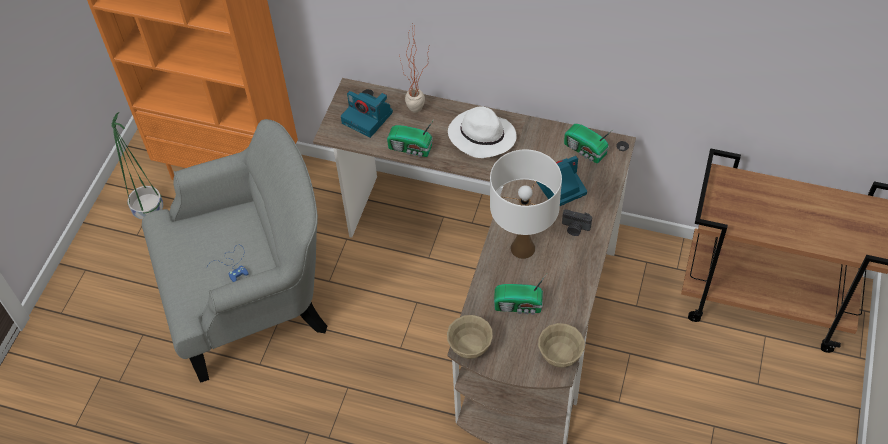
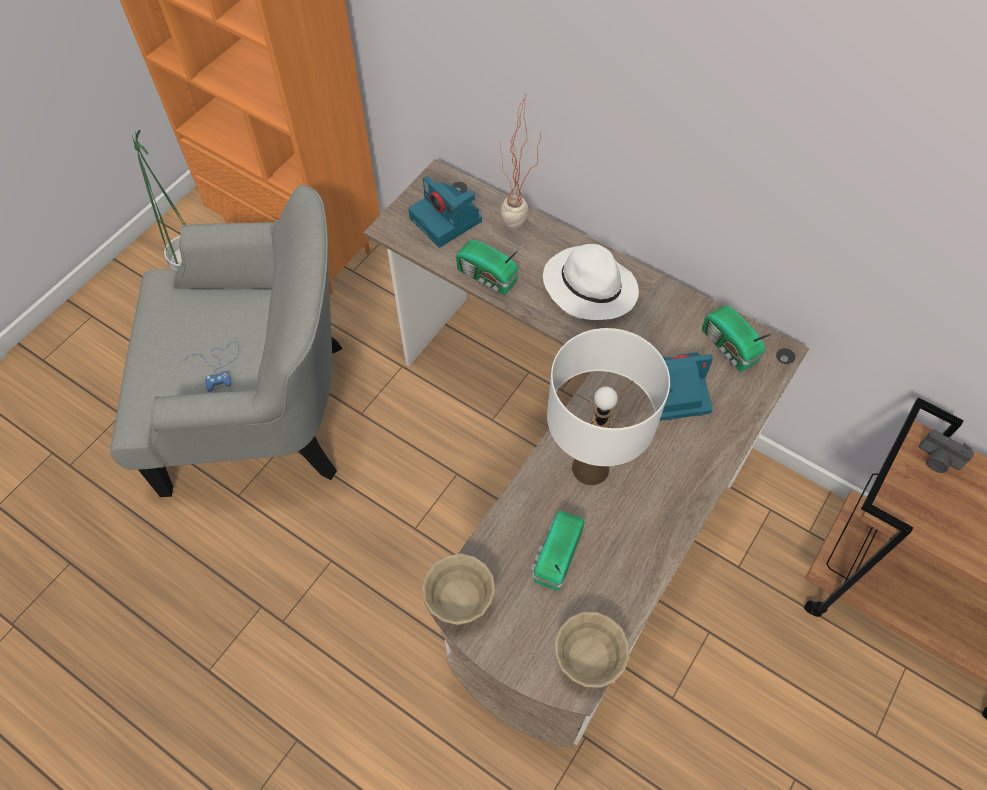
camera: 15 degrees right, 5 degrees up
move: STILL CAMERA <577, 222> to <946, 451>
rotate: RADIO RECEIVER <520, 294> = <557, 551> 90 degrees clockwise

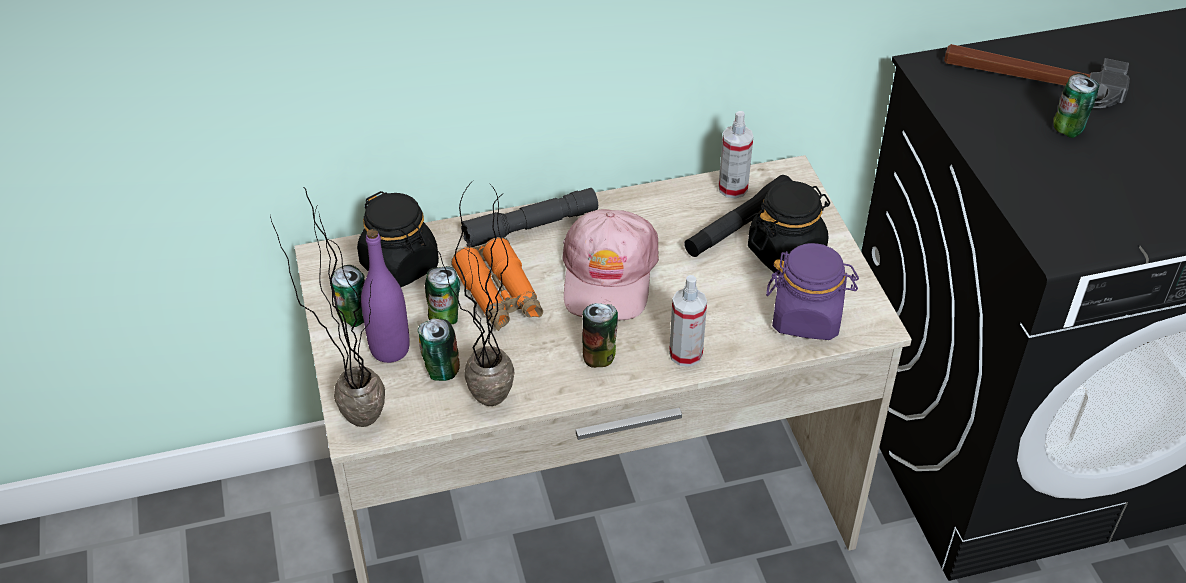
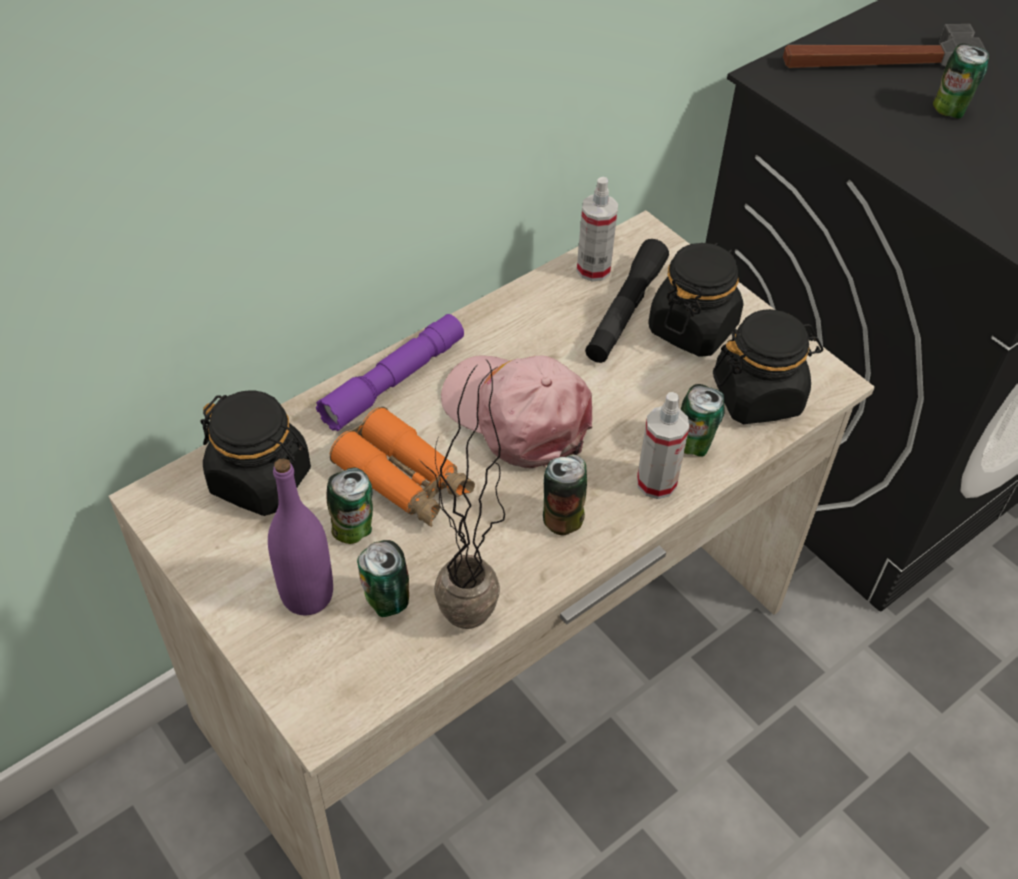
camera: 25 degrees left, 5 degrees up
delete: PLANT IN A POT <327, 307>
move: CAN <347, 296> to <703, 420>
recolor: GREY TORCH <529, 217> to PURPLE TORCH <390, 372>; PURPLE STORAGE JAR <812, 291> to BLACKISH STORAGE JAR <768, 366>
rotate: PINKISH PEAKED CAP <610, 264> = <516, 411> 150 degrees clockwise

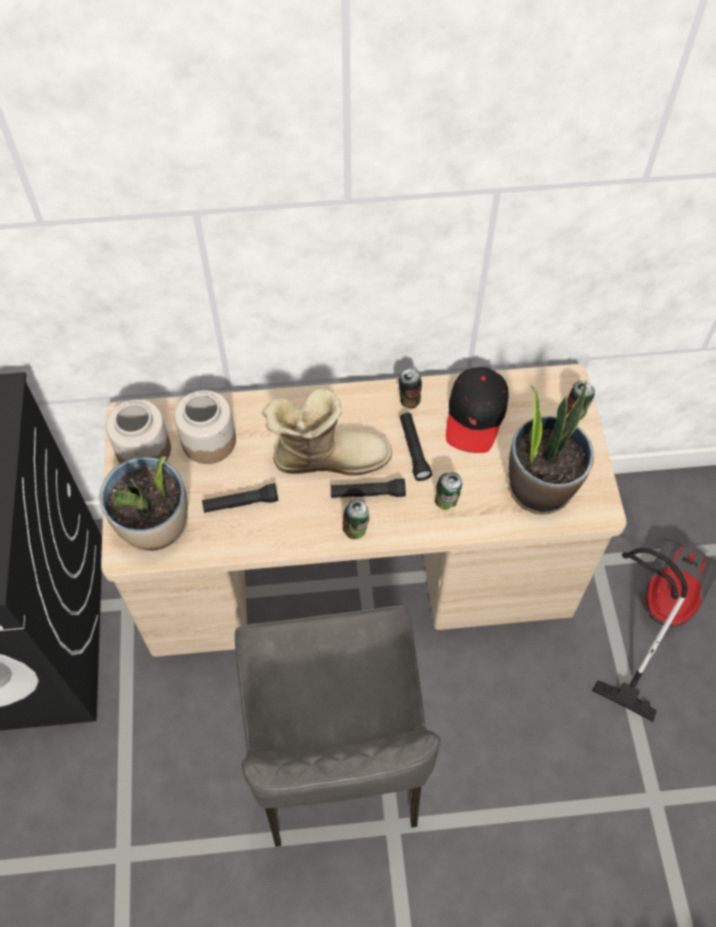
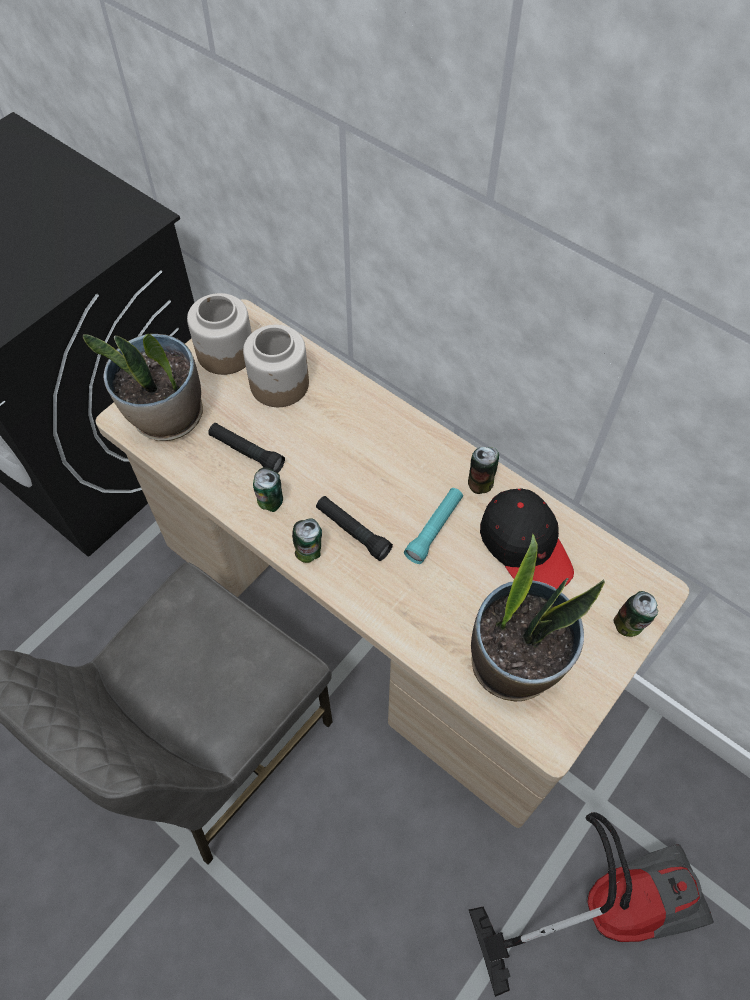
camera: 45 degrees right, 0 degrees up
delete: HIGH-TOP BOOT <327, 432>
move: CAN <448, 491> to <268, 489>
recolor: BLACKISH TORCH <416, 447> to BLUE-GREEN TORCH <433, 526>
rotate: BLACKISH PEAKED CAP <477, 410> = <527, 539> 90 degrees counterclockwise

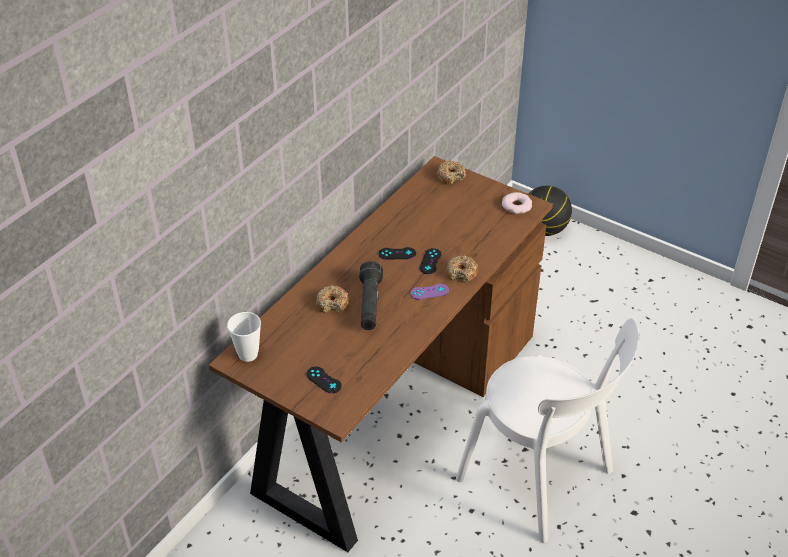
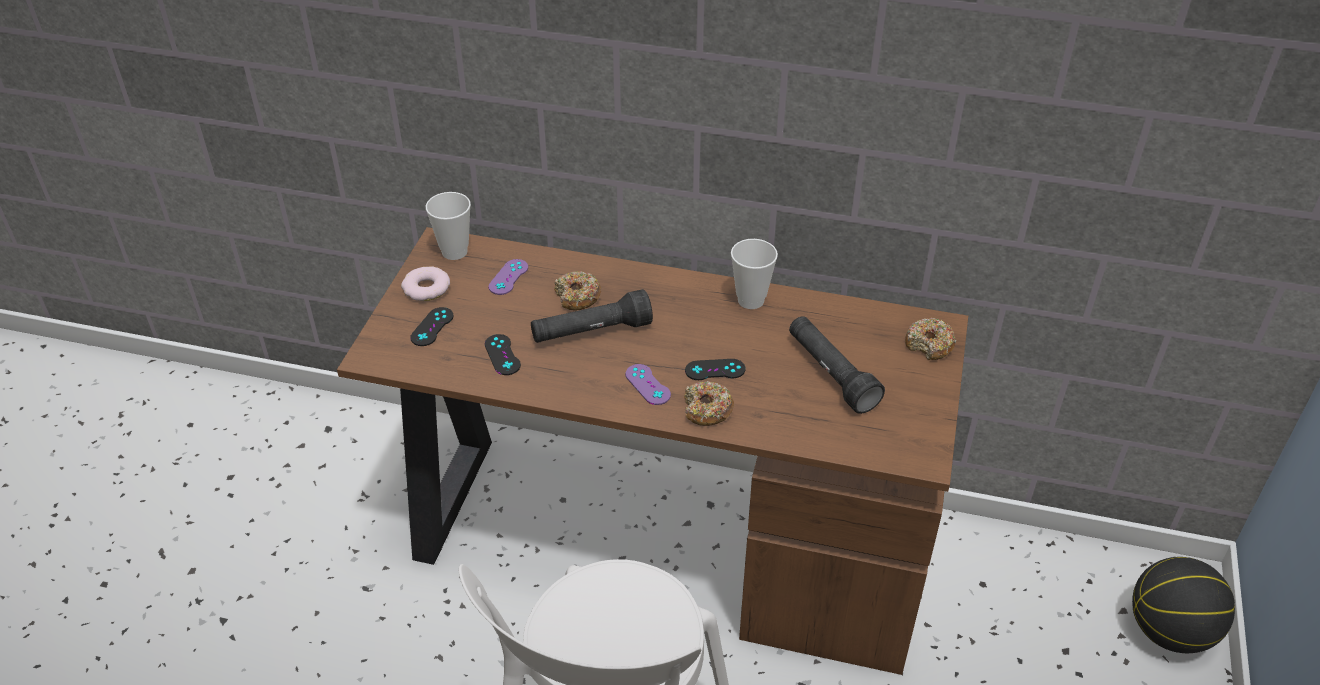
camera: 70 degrees right, 0 degrees up
insert: CUP <754, 274>; PURPLE GAME CONTROLLER <508, 277>; BLACKISH TORCH <837, 365>
move: DONUT <517, 203> to <425, 283>; BLACKISH GAME CONTROLLER <397, 253> to <503, 354>

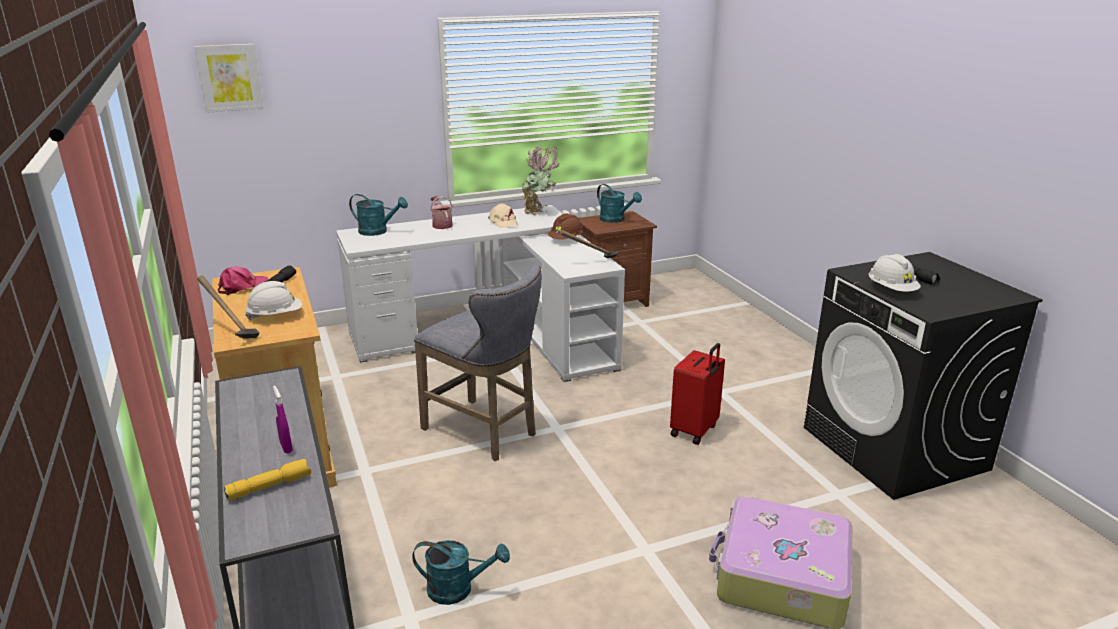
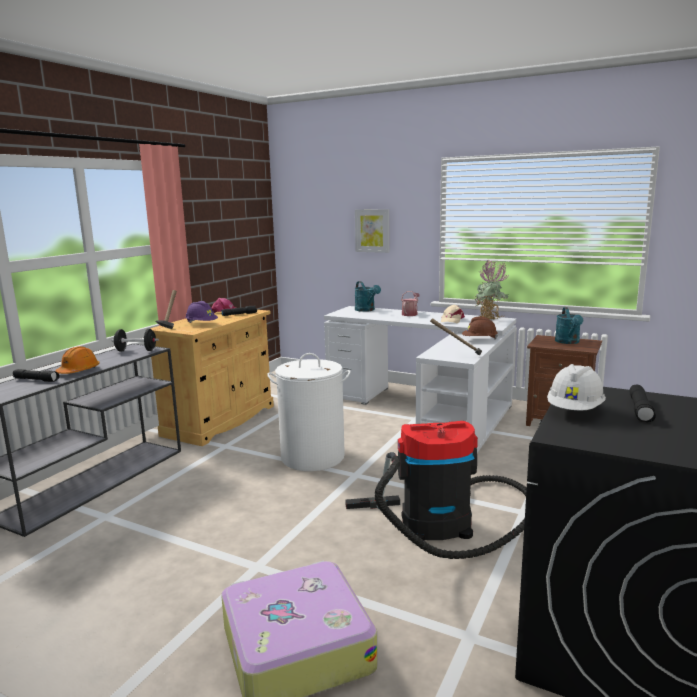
camera: 50 degrees right, 10 degrees down
delete: BLUE-GREEN SPRINKLING CAN <461, 572>
insert: BLACKISH HAND WEIGHT <135, 340>
move: WALL PICTURE <229, 78> to <372, 231>
replace: GREY SITTING STOOL <478, 363> to WHITE-COLOURED LAUNDRY BASKET <308, 412>; REDDISH SUITCASE <697, 394> to HOOVER <436, 490>; PURPLE SPRAY BOTTLE <283, 419> to ORANGE HARD HAT <77, 360>
recolor: WHITE-COLOURED HARD HAT <273, 300> to PURPLE HARD HAT <201, 312>; YELLOWISH TORCH <267, 480> to BLACKISH TORCH <36, 375>

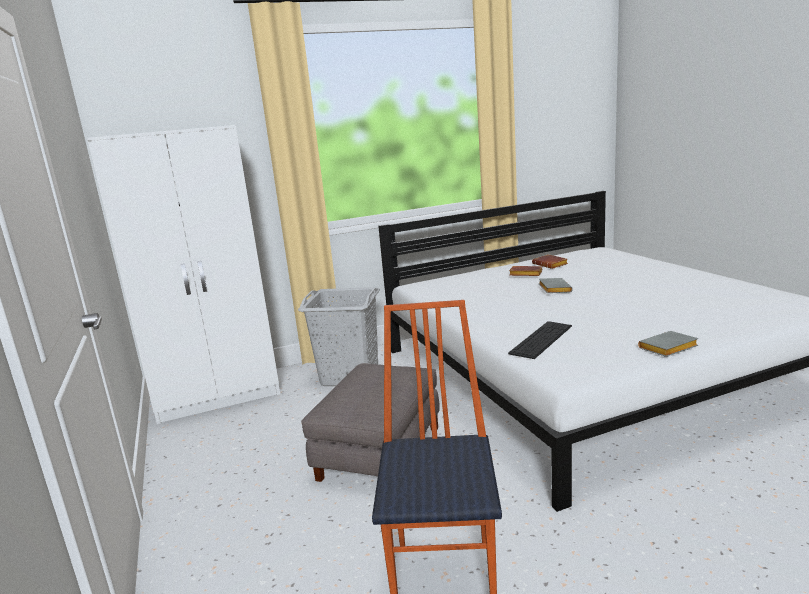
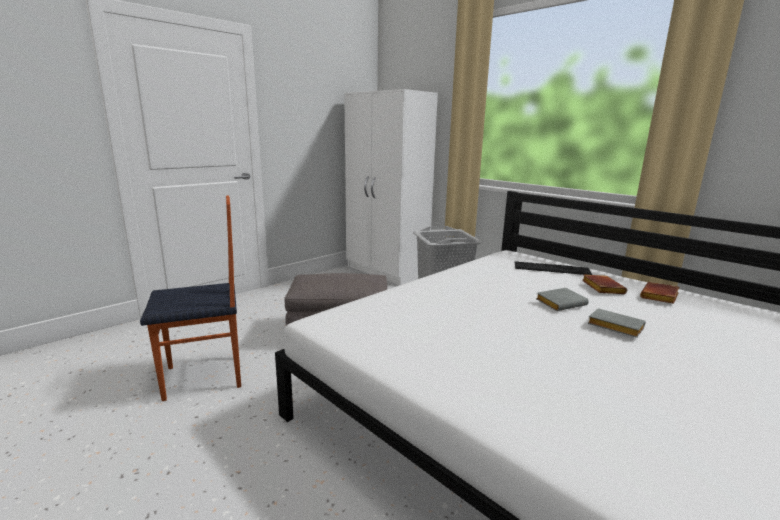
camera: 65 degrees right, 0 degrees up
move: KEYBOARD <540, 340> to <554, 268>; GREY VOLUME <668, 344> to <617, 323>

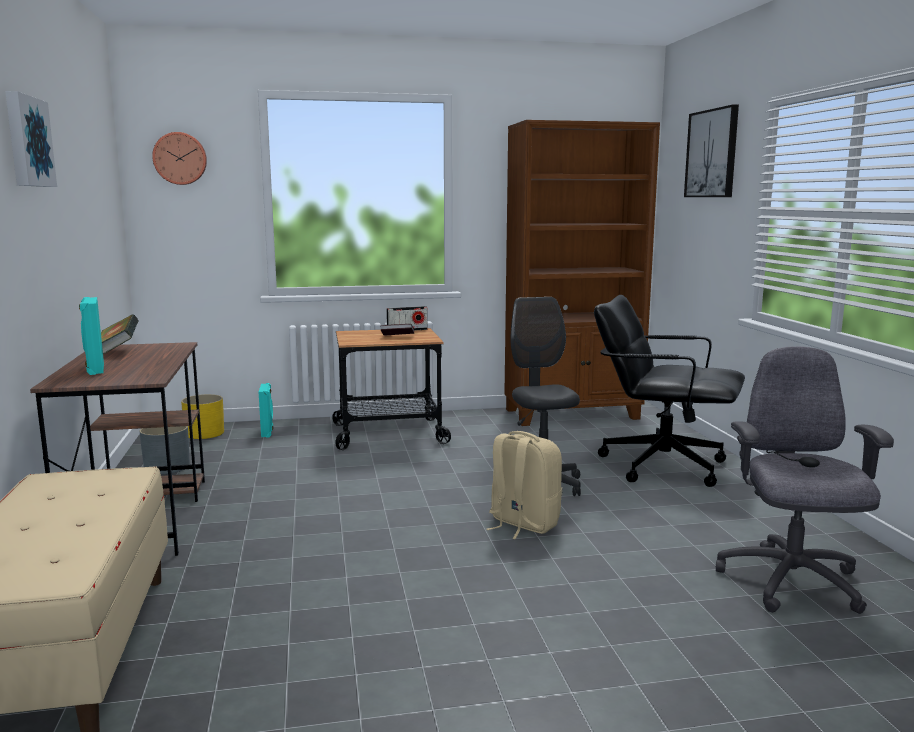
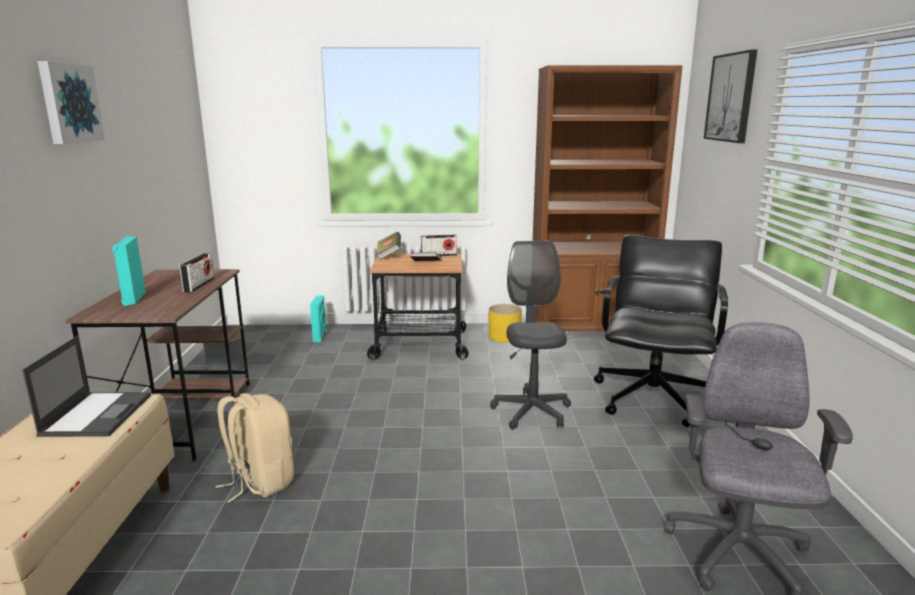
camera: 10 degrees right, 5 degrees up
delete: CLOCK ON THE WALL <179, 158>
insert: RADIO RECEIVER <196, 273>; PORTABLE COMPUTER <86, 386>
move: VOLUME <120, 334> to <388, 246>; YELLOWISH PLANTER <202, 416> to <505, 323>; SAND-COLOURED RUCKSACK <524, 485> to <255, 448>
rotate: BLACKISH OFFICE CHAIR <669, 391> = <661, 331> 75 degrees clockwise

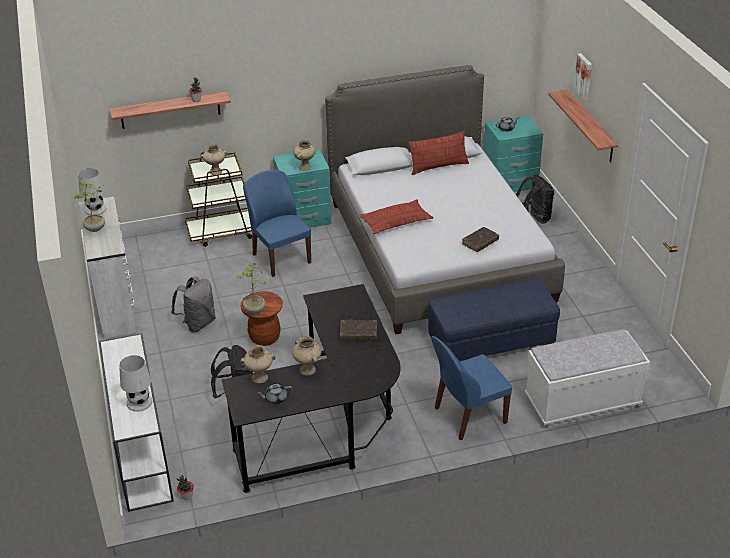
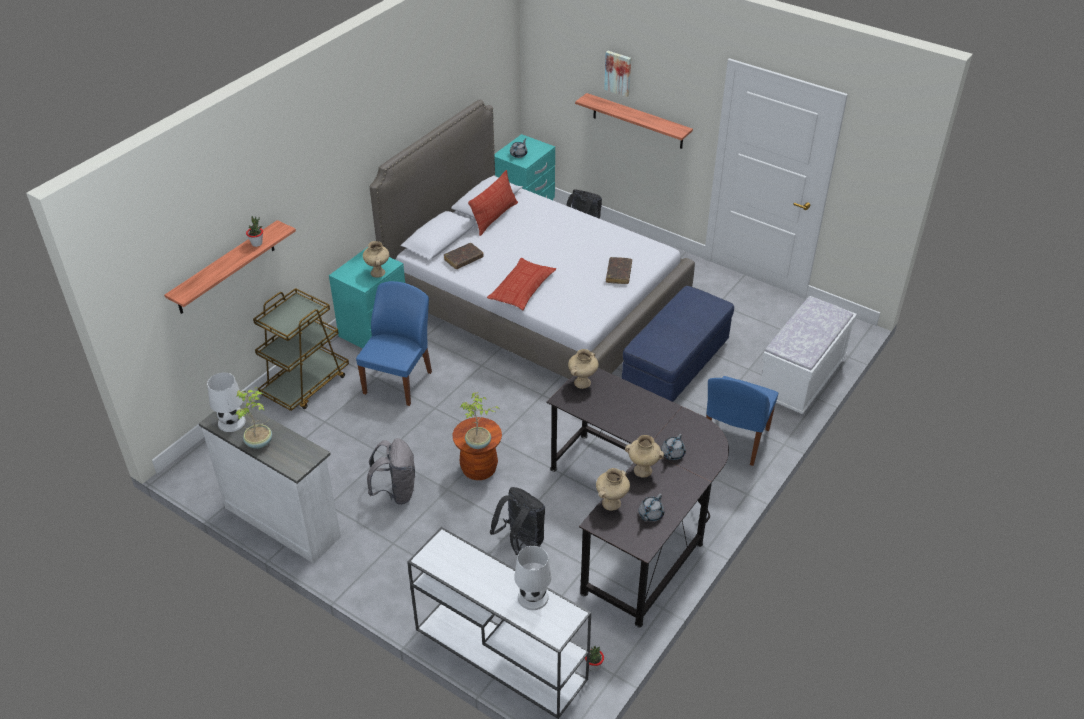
camera: 40 degrees left, 5 degrees up
insert: GREY TEAPOT <673, 447>
move: SAND-COLOURED FLOWER VASE <214, 159> to <583, 369>; BROWNISH VOLUME <358, 330> to <464, 256>
rotate: BLUE PLAIN CHAIR <277, 223> = <394, 343> 90 degrees clockwise

